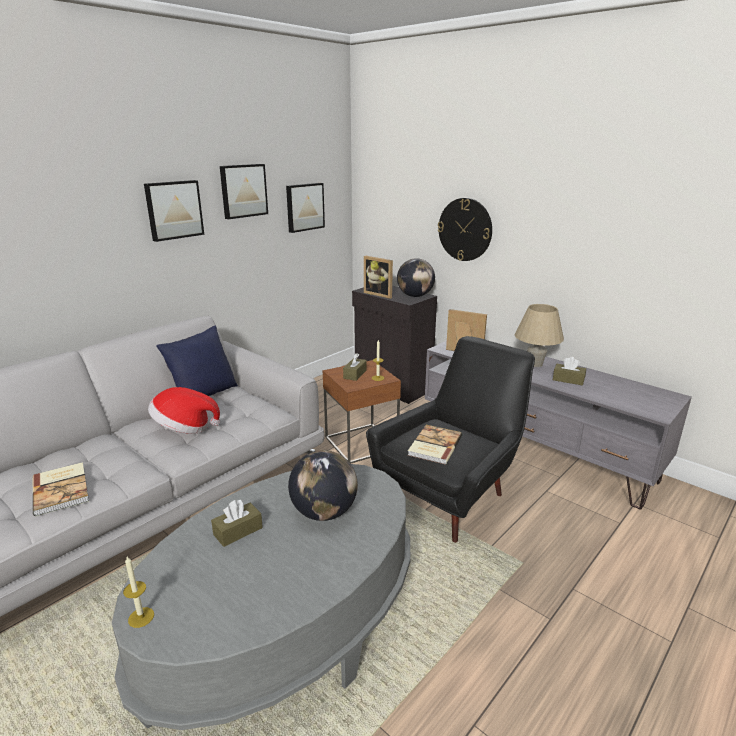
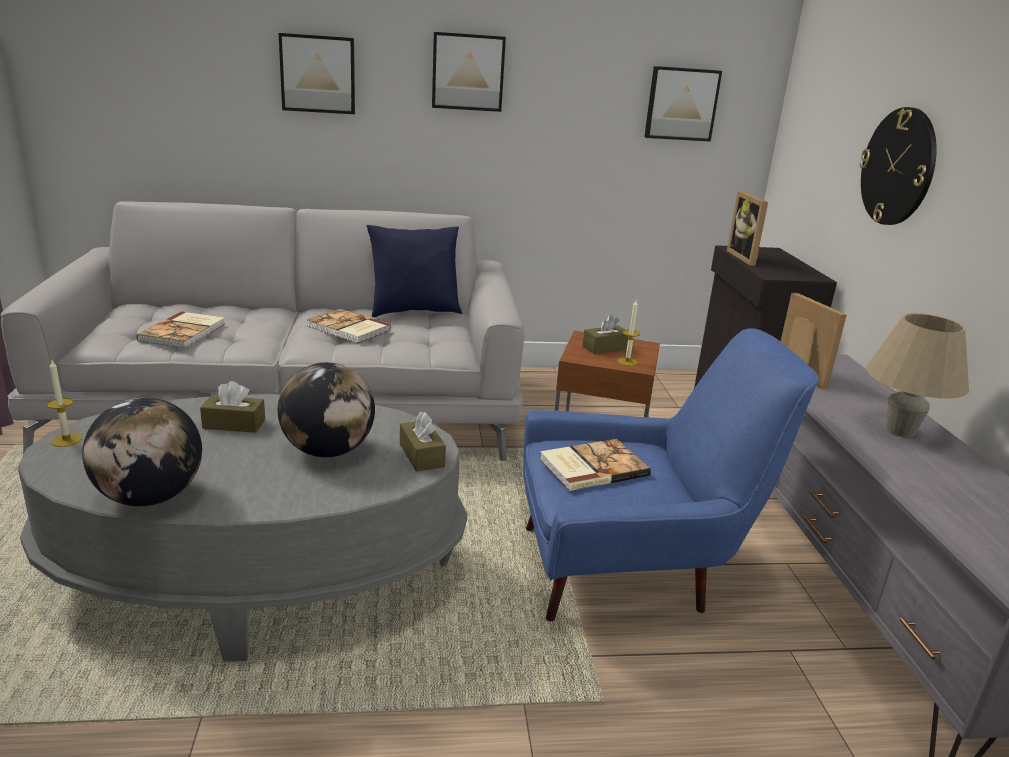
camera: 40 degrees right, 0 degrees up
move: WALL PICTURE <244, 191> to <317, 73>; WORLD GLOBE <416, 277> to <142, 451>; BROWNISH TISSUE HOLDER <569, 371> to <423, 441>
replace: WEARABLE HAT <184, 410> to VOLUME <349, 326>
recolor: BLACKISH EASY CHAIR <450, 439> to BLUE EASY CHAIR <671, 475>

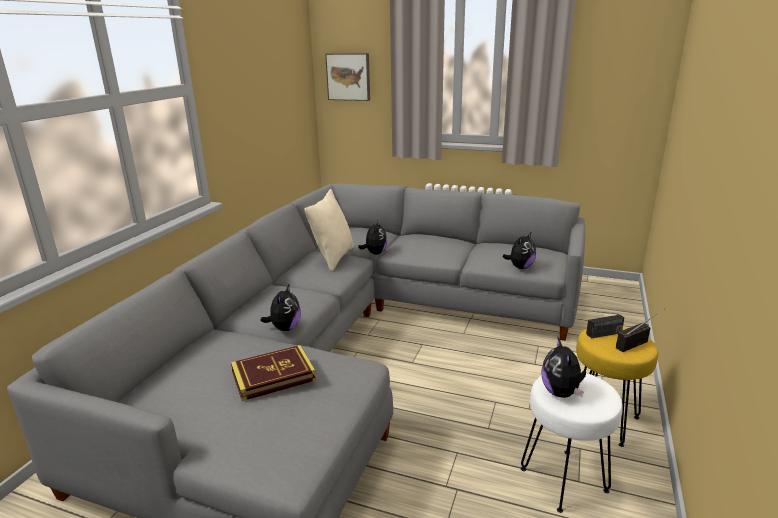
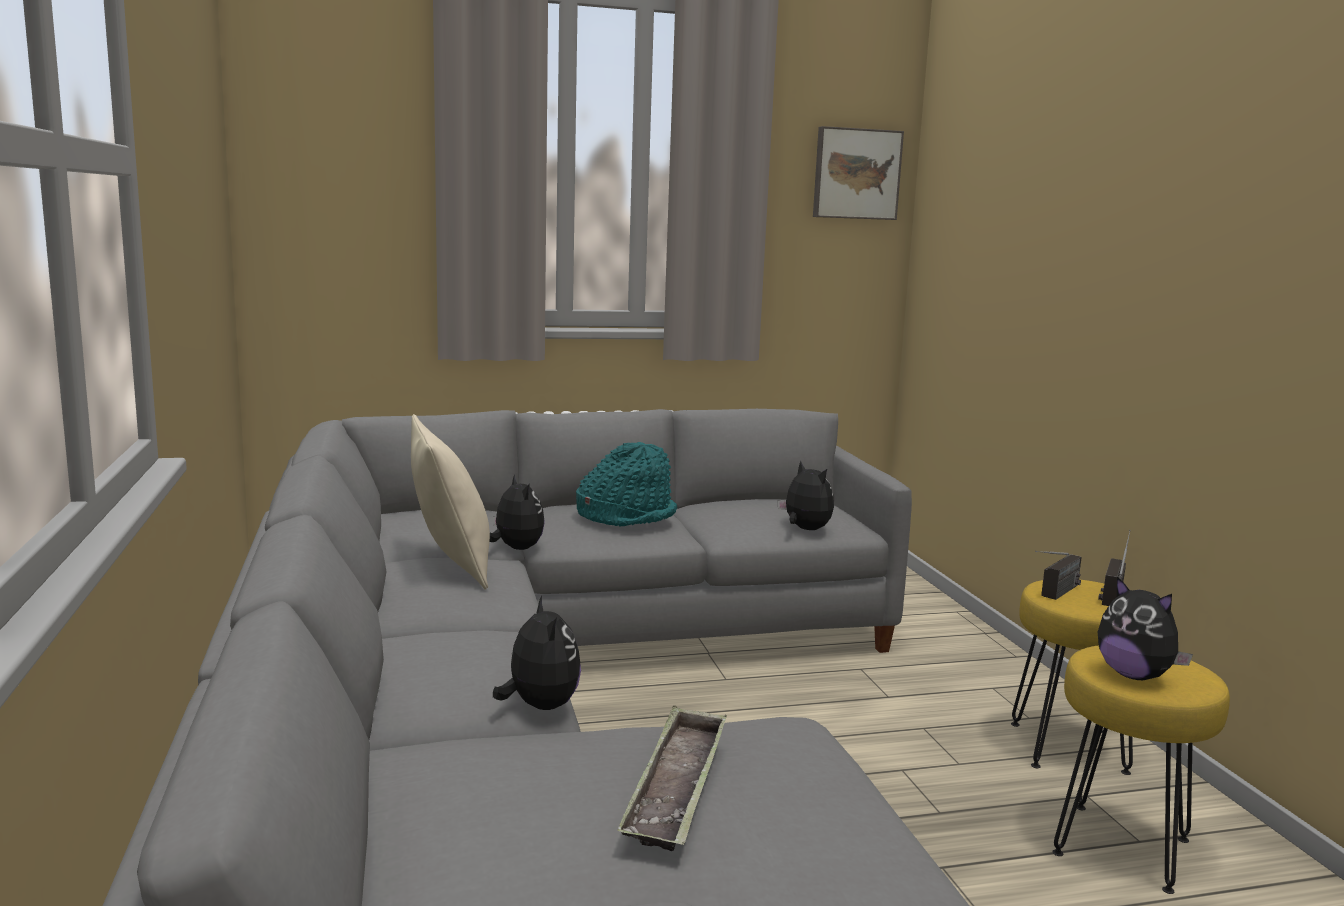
camera: 35 degrees left, 10 degrees down
insert: BLUE-GREEN WEARABLE HAT <626, 484>
move: WALL PICTURE <347, 77> to <858, 173>
replace: VOLUME <273, 373> to TRAY <672, 778>
recolor: WHITE-COLOURED SITTING STOOL <572, 443> to YELLOWISH SITTING STOOL <1141, 769>
rotate: CUDDLY TOY <519, 251> = <806, 495> 45 degrees counterclockwise

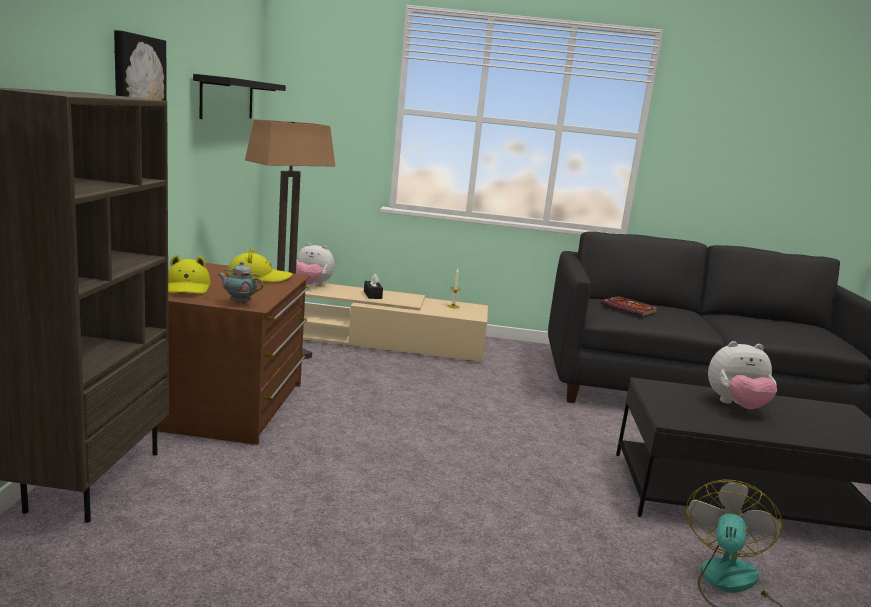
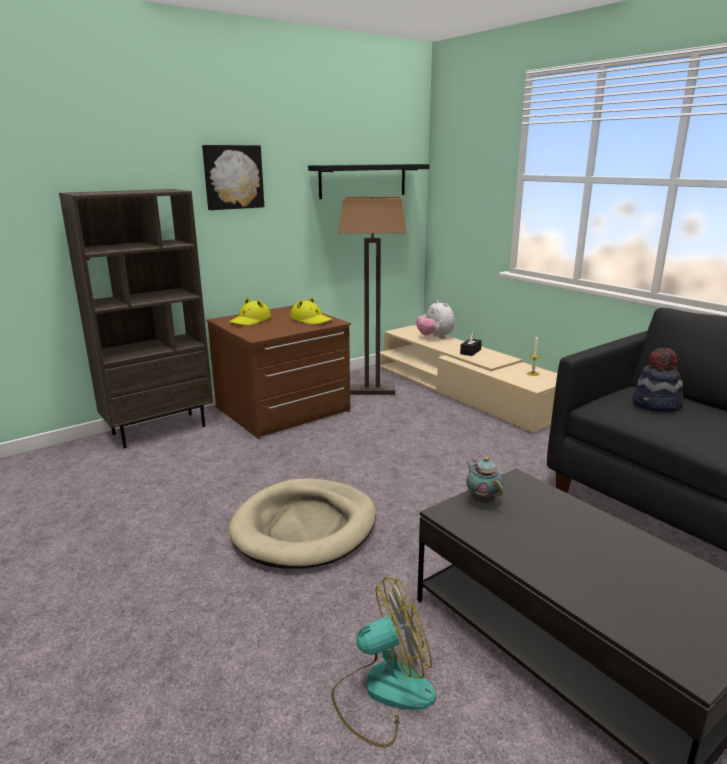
camera: 50 degrees right, 5 degrees up
delete: CUDDLY TOY <742, 375>
insert: SAND-COLOURED PET BED <302, 523>
move: TEAPOT <241, 282> to <484, 480>
replace: VOLUME <629, 306> to WEARABLE HAT <658, 380>

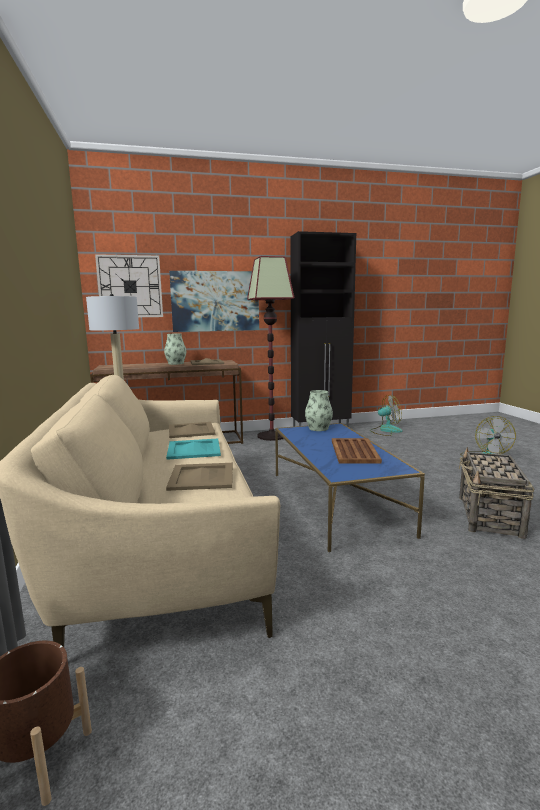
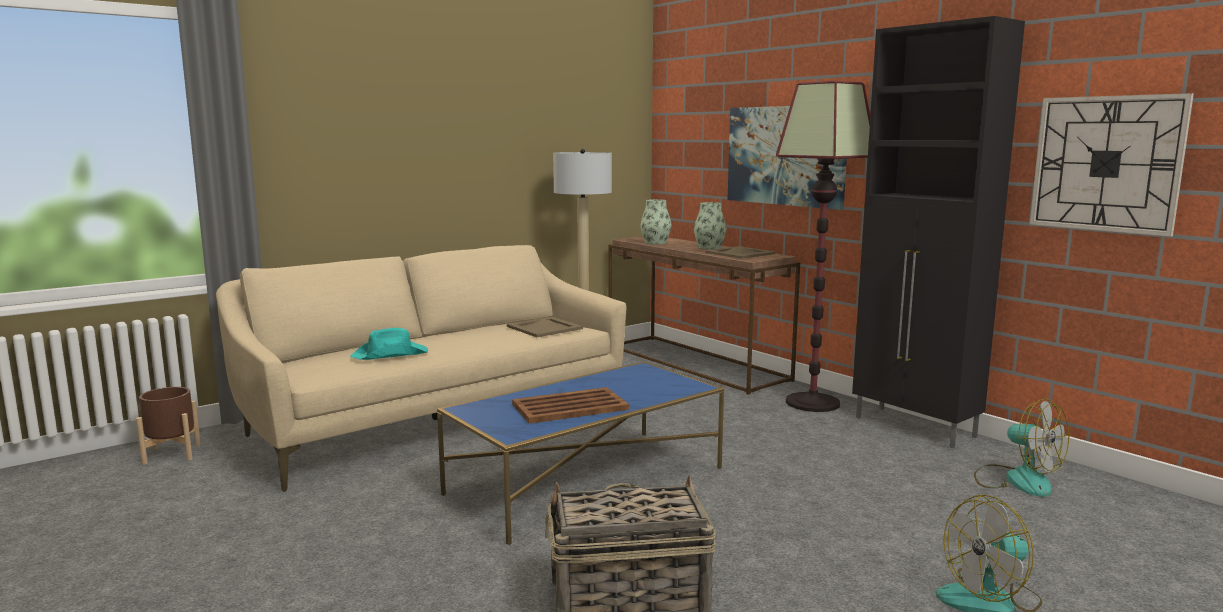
camera: 65 degrees right, 0 degrees up
delete: BLUE-GREEN TRAY <193, 449>
move: CLOCK ON THE WALL <129, 285> to <1111, 165>; FLOWER VASE <319, 410> to <656, 221>
replace: SAND-COLOURED TRAY <199, 477> to BLUE-GREEN WEARABLE HAT <389, 344>

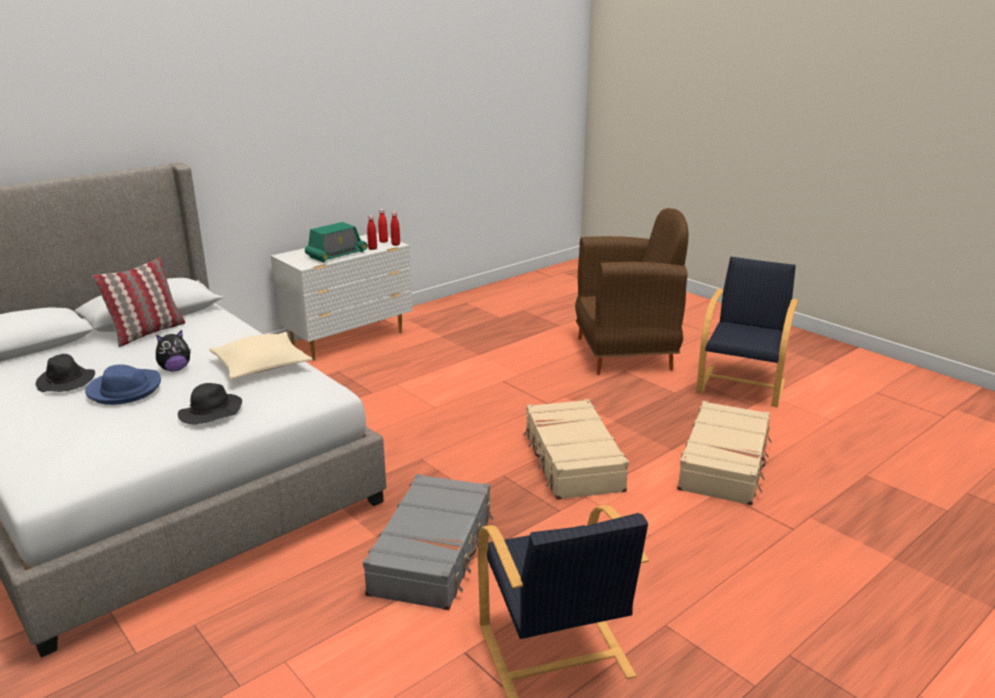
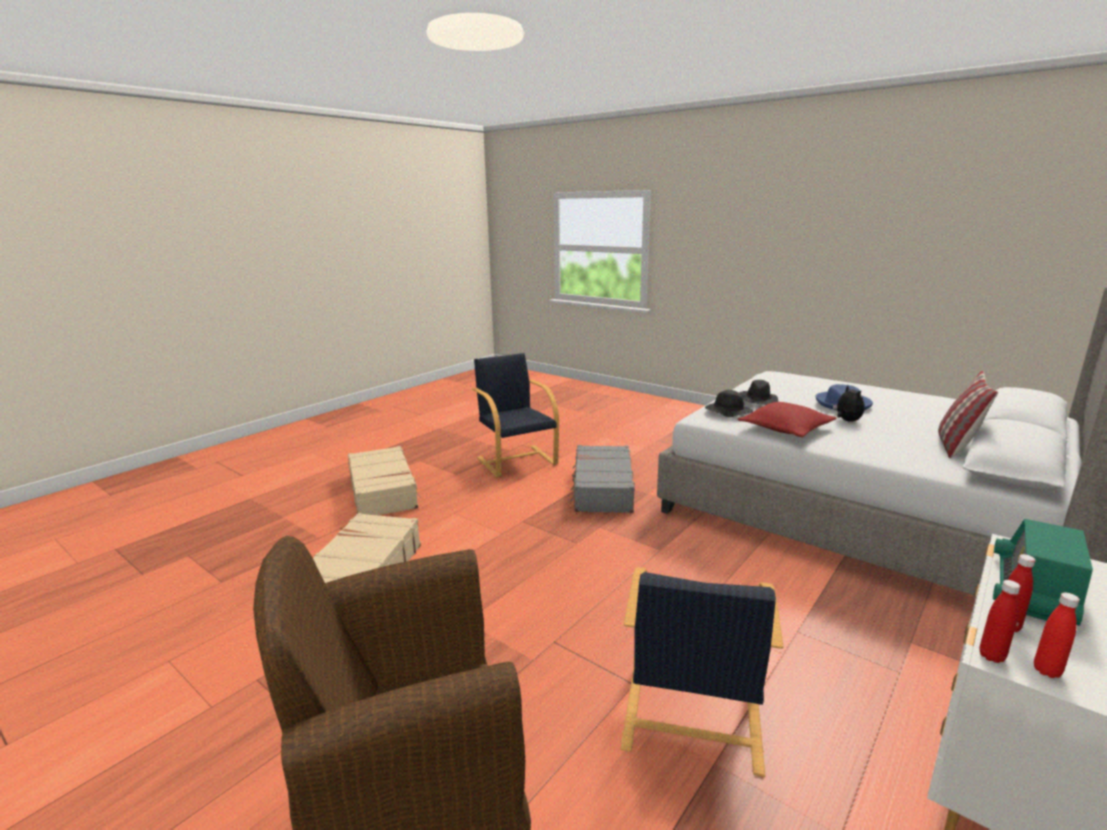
camera: 170 degrees right, 5 degrees down
move: BLACKISH EASY CHAIR <747, 332> to <702, 672>; BLACKISH WEARABLE HAT <65, 373> to <729, 403>; SAND-COLOURED SUITCASE <576, 449> to <384, 480>
recolor: SAND-COLOURED CUSHION <260, 356> to REDDISH CUSHION <787, 419>
rotate: CUDDLY TOY <173, 350> = <848, 403> 120 degrees clockwise

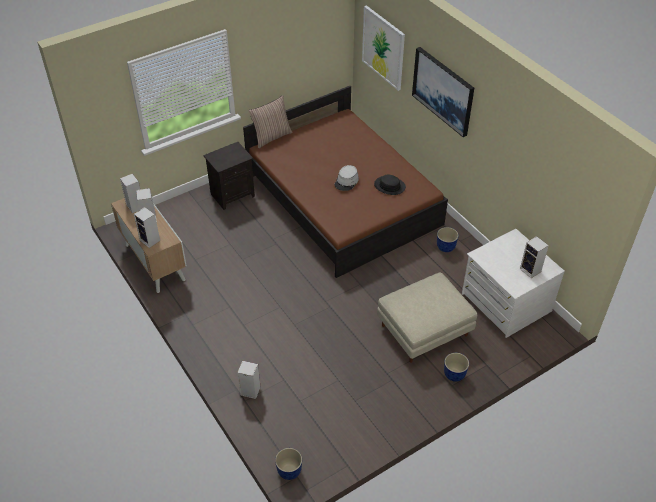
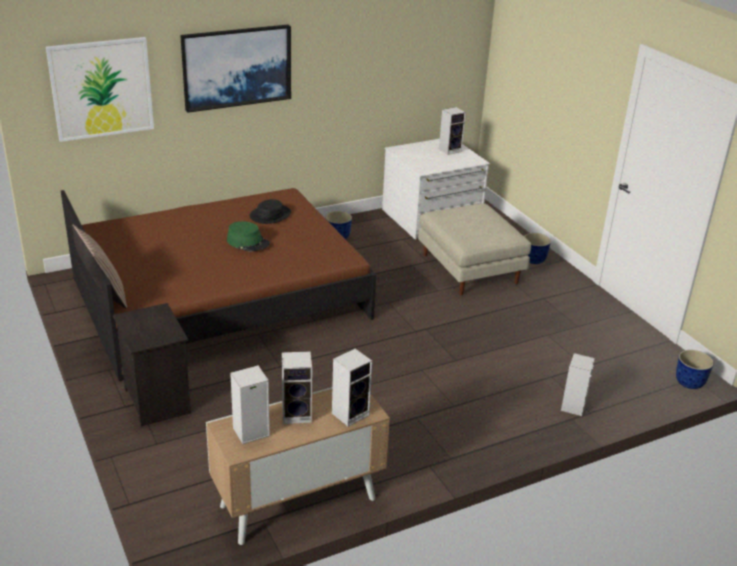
camera: 85 degrees left, 15 degrees down
recolor: GREY WEARABLE HAT <347, 178> to GREEN WEARABLE HAT <248, 236>

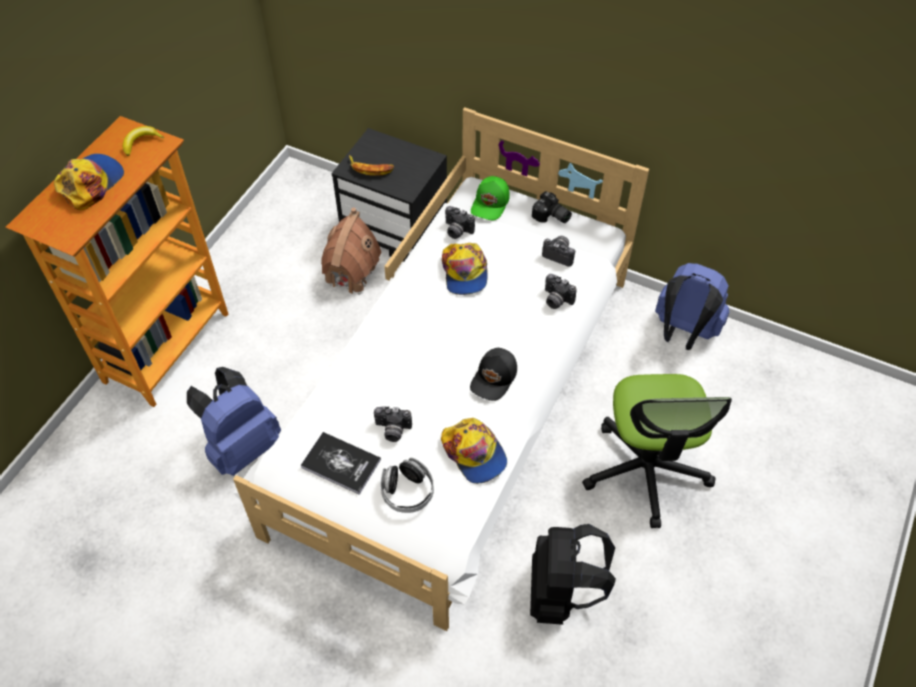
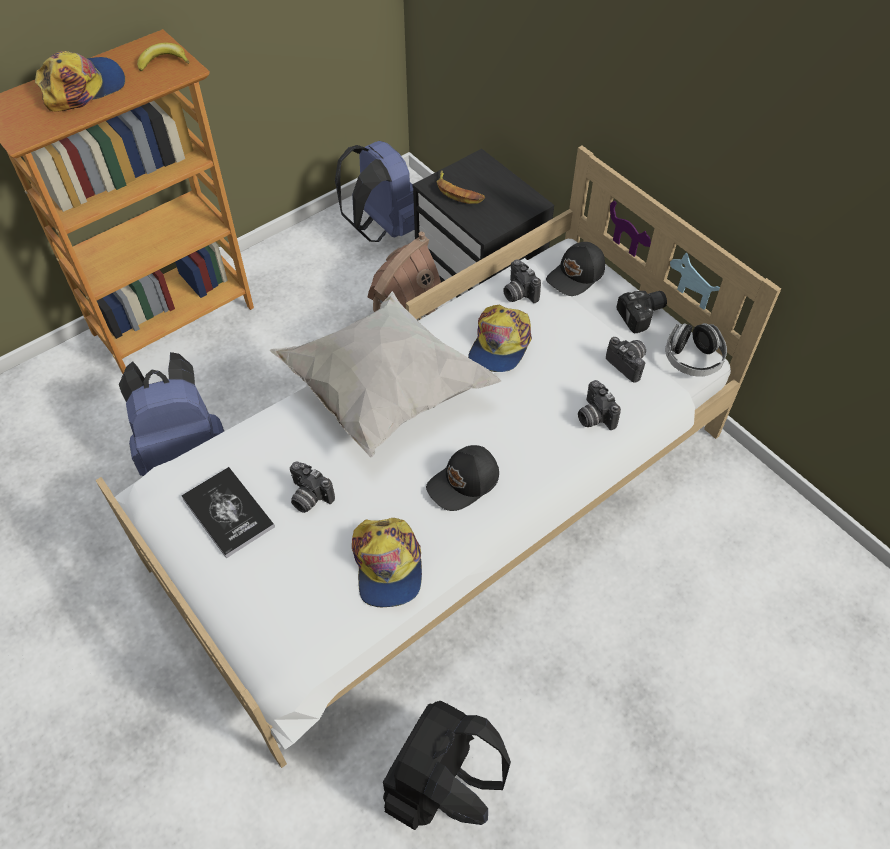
camera: 25 degrees right, 0 degrees up
delete: OFFICE CHAIR <657, 451>
insert: WHITE-COLOURED CUSHION <385, 374>
move: BLUE RUCKSACK <692, 306> to <375, 191>; HEADSET <407, 485> to <696, 350>
recolor: GREEN PEAKED CAP <490, 198> to BLACKISH PEAKED CAP <575, 269>
rotate: STILL CAMERA <552, 207> = <641, 312> 90 degrees counterclockwise

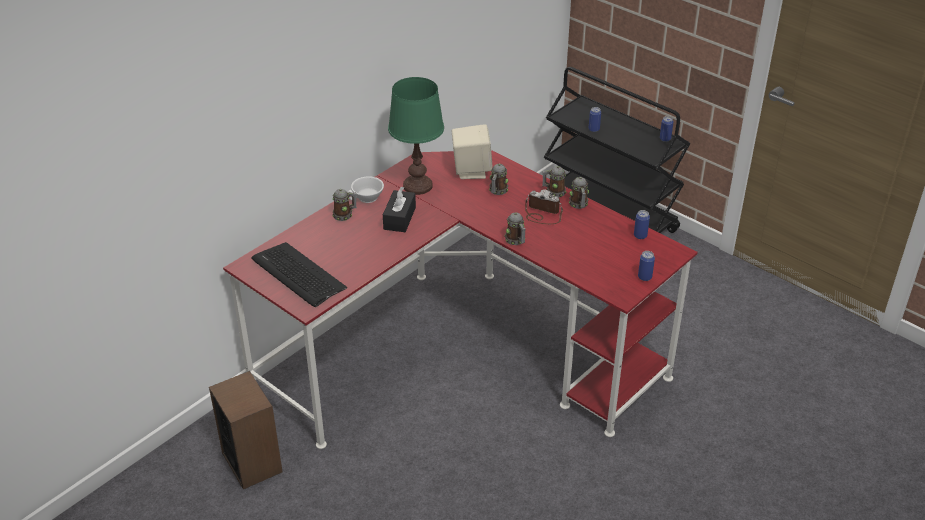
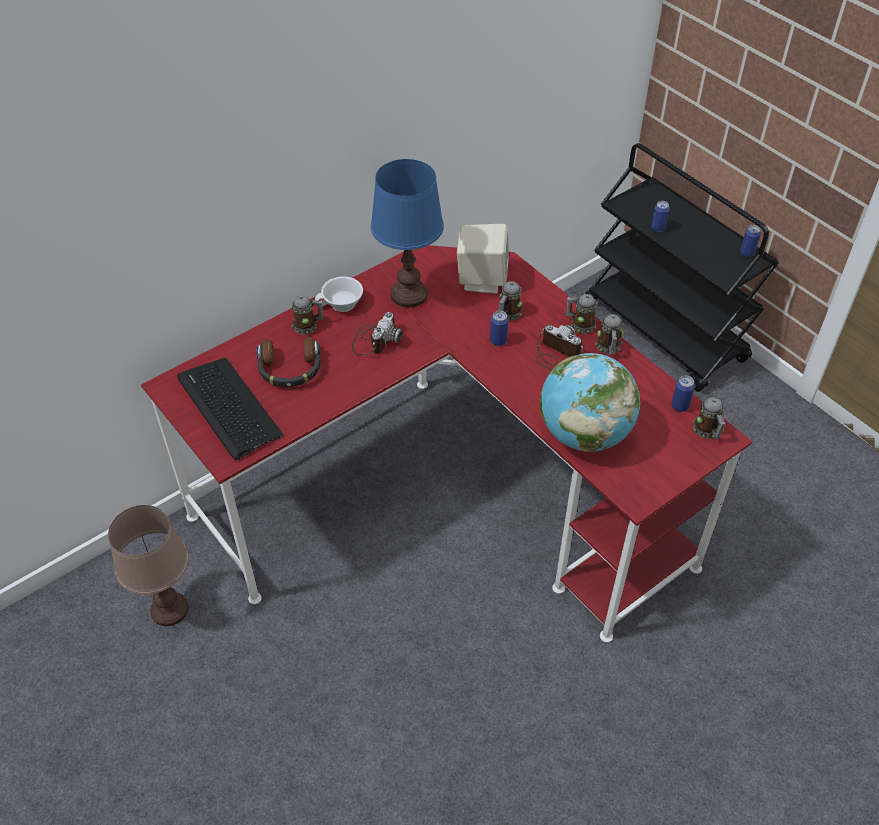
camera: 10 degrees right, 10 degrees up
insert: HEADSET <288, 362>; WORLD GLOBE <590, 402>
move: TEA MUG <515, 228> to <709, 418>; CAN <646, 266> to <499, 328>
replace: BLACKISH TISSUE HOLDER <399, 209> to STILL CAMERA <377, 334>; SPEAKER <246, 430> to BROWNISH TABLETOP LAMP <148, 565>
recolor: GREEN TABLETOP LAMP <416, 136> to BLUE TABLETOP LAMP <407, 233>

